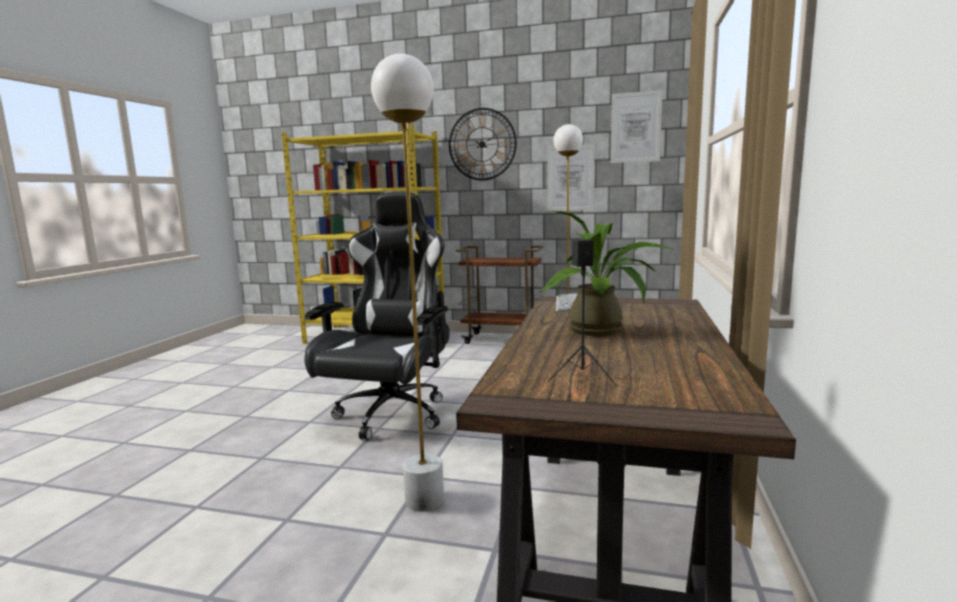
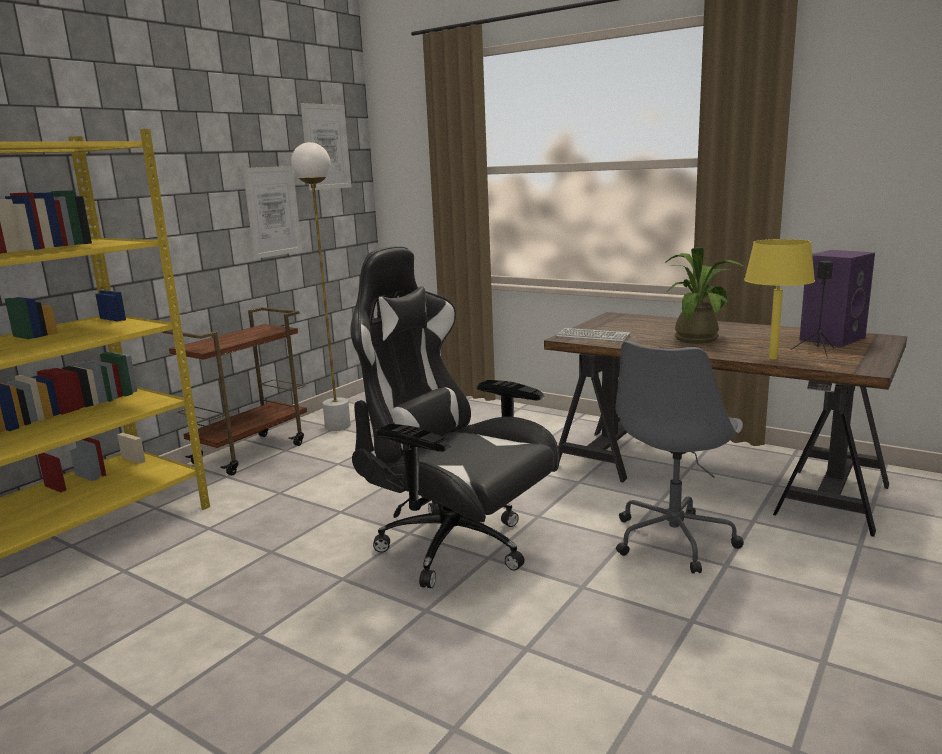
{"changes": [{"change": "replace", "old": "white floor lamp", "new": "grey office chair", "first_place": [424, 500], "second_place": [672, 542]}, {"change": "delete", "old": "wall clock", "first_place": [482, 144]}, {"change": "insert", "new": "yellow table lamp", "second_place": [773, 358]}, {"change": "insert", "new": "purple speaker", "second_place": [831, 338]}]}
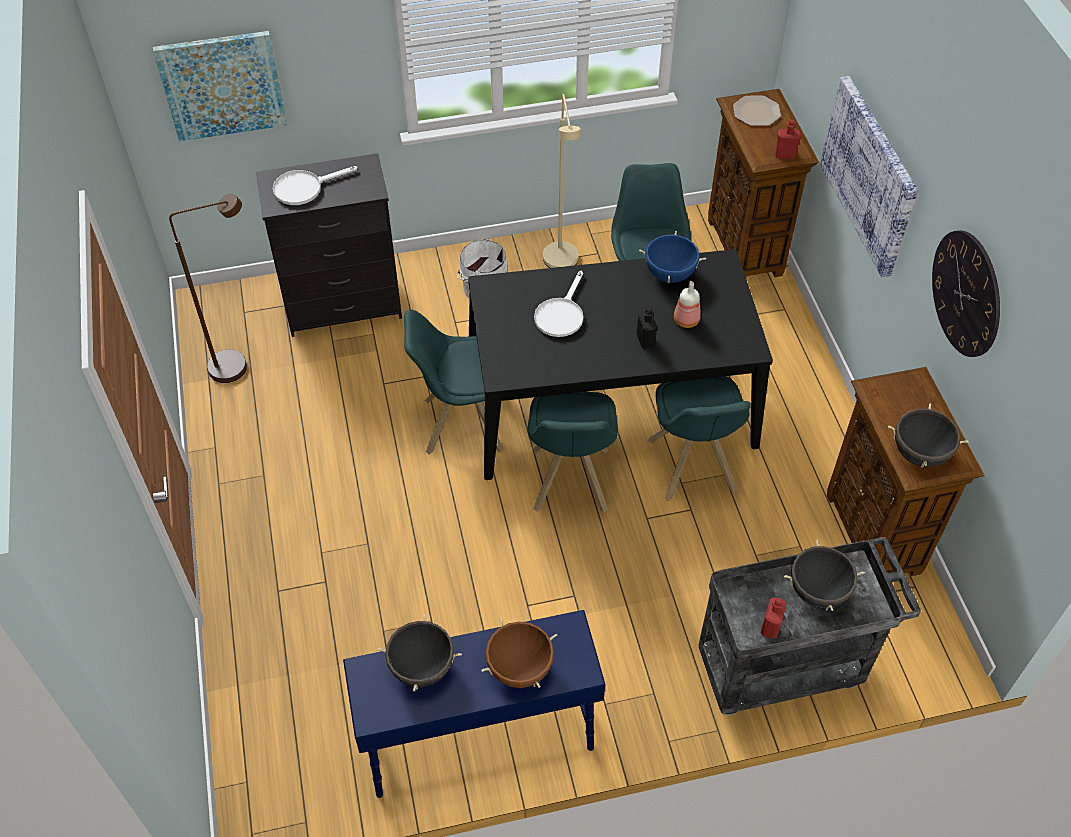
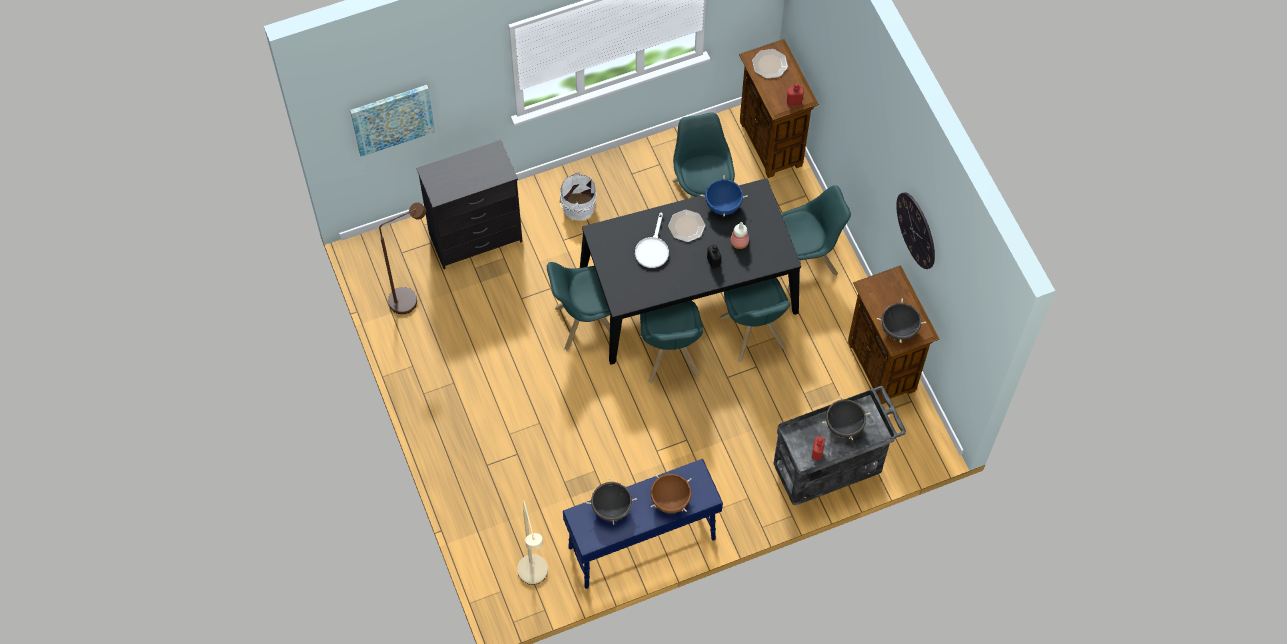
{"changes": [{"change": "delete", "old": "picture", "first_place": [871, 175]}, {"change": "move", "old": "beige floor lamp", "first_place": [562, 265], "second_place": [534, 578]}, {"change": "delete", "old": "white frying pan", "first_place": [304, 188]}, {"change": "insert", "new": "turquoise chair", "second_place": [804, 262]}, {"change": "insert", "new": "plate", "second_place": [686, 226]}]}
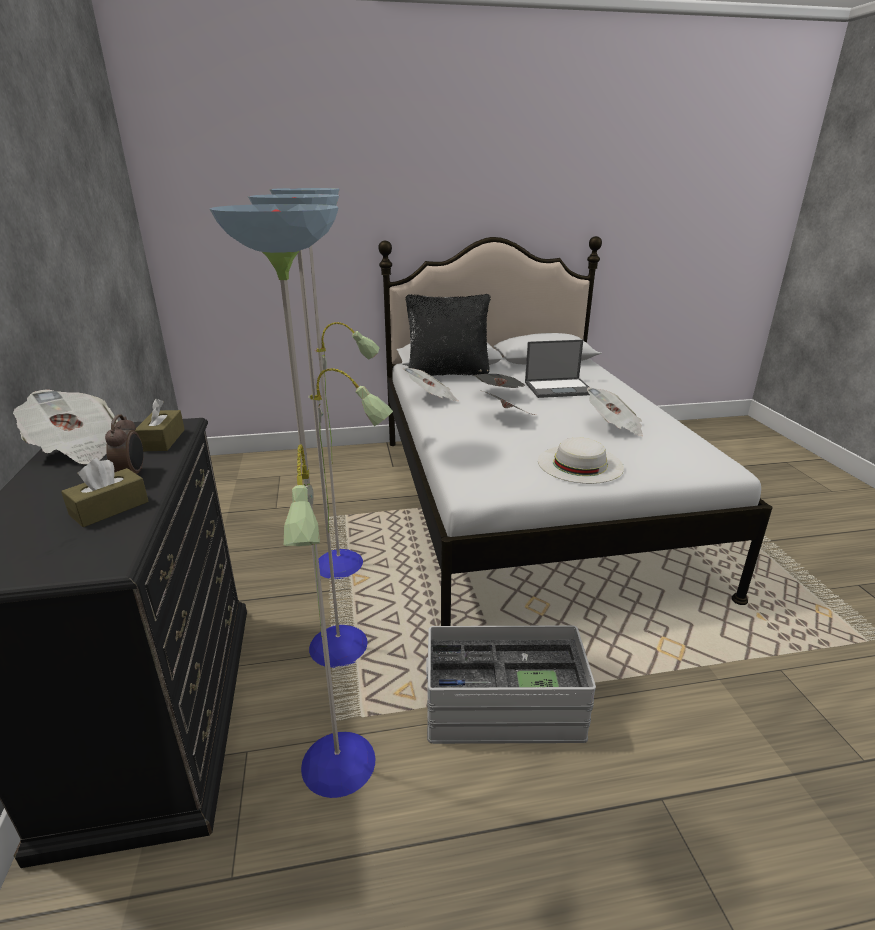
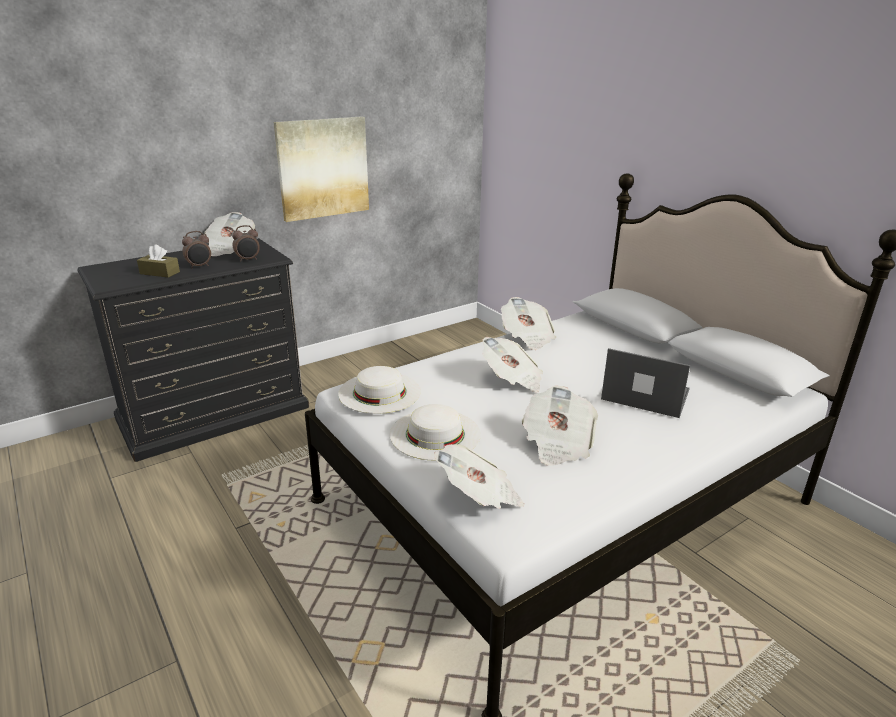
{"changes": [{"change": "delete", "old": "floor lamp", "first_place": [343, 645]}, {"change": "delete", "old": "black pillow", "first_place": [449, 375]}, {"change": "rotate", "old": "laptop", "first_place": [559, 388], "second_place": [644, 395], "degrees": 150}, {"change": "move", "old": "newspaper", "first_place": [499, 395], "second_place": [479, 496]}, {"change": "replace", "old": "brown tissue box", "new": "alarm clock", "first_place": [162, 440], "second_place": [248, 260]}, {"change": "delete", "old": "grey storage box", "first_place": [503, 708]}, {"change": "insert", "new": "picture", "second_place": [323, 168]}, {"change": "insert", "new": "white hat", "second_place": [379, 392]}]}
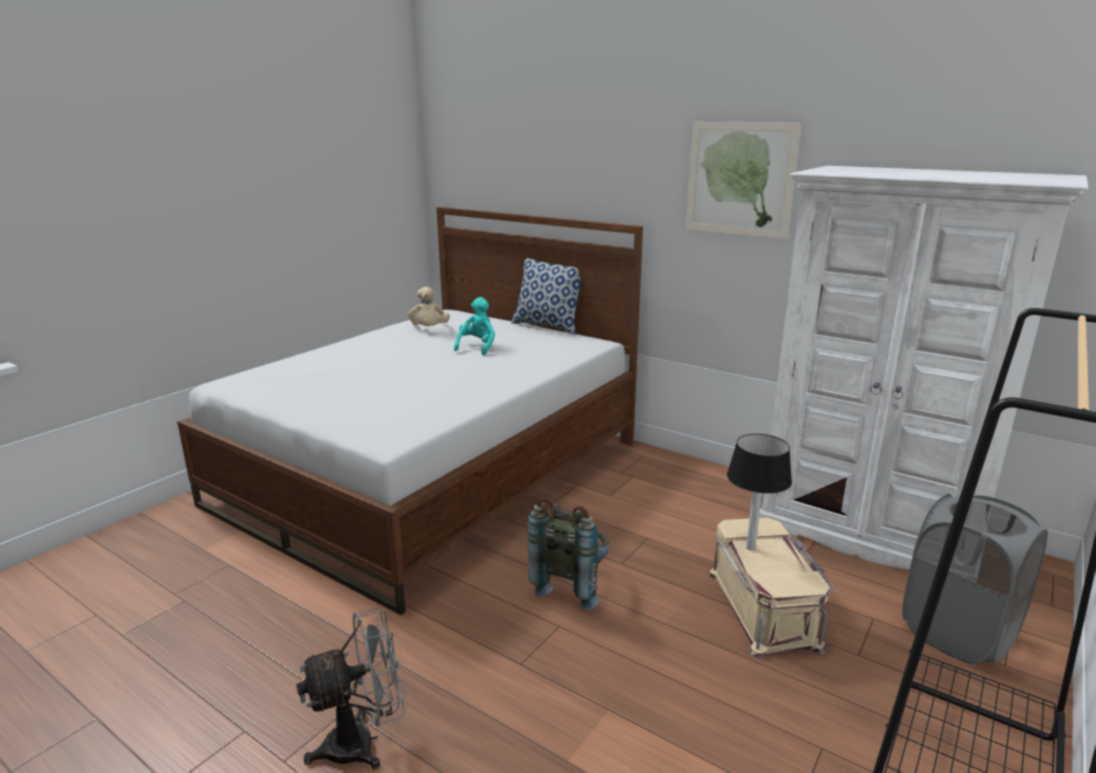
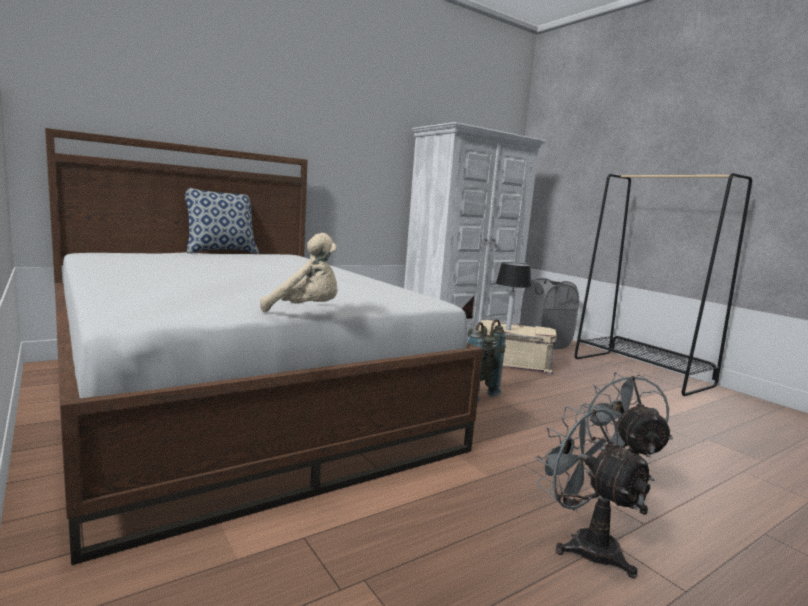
{"changes": [{"change": "delete", "old": "picture", "first_place": [740, 179]}, {"change": "move", "old": "beige plush toy", "first_place": [429, 329], "second_place": [306, 311]}, {"change": "delete", "old": "turquoise plush toy", "first_place": [477, 347]}, {"change": "insert", "new": "grey fan", "second_place": [583, 544]}]}
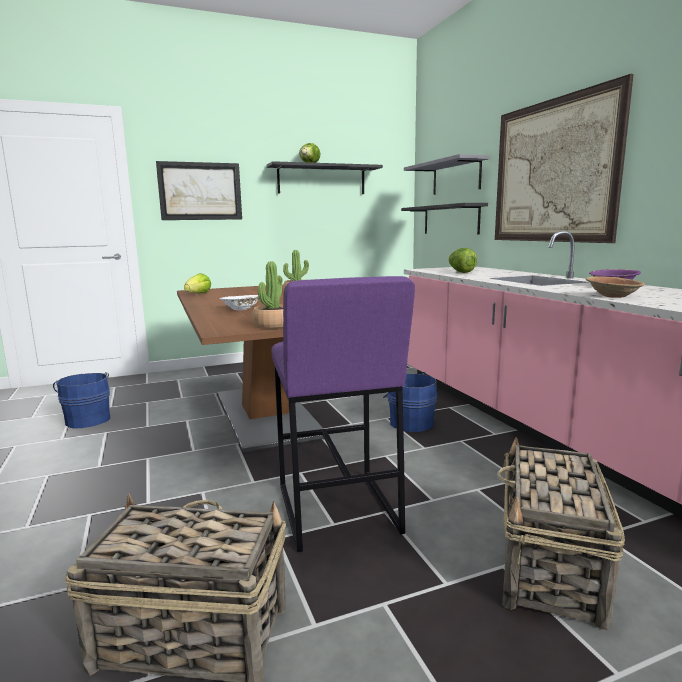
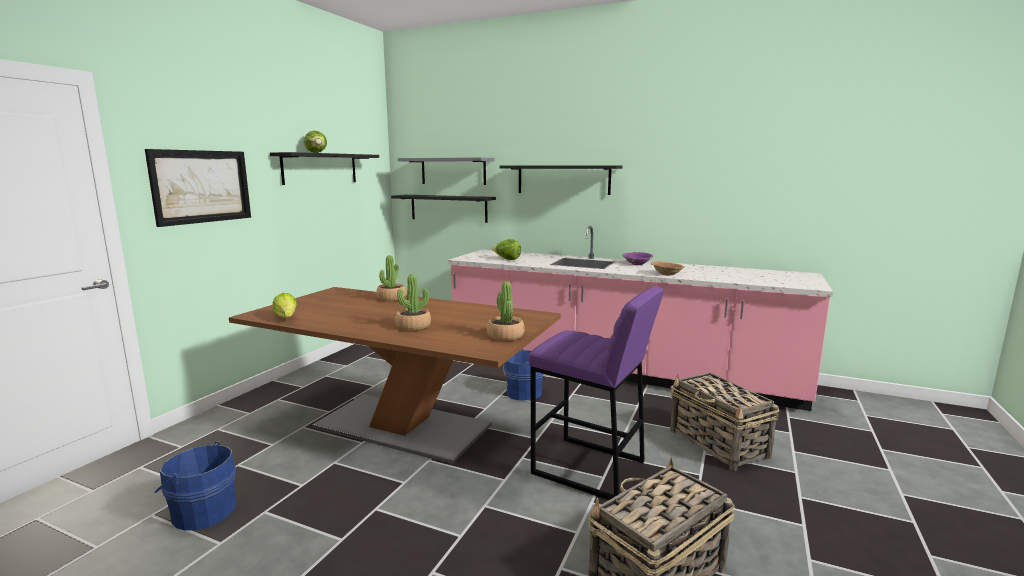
{"changes": [{"change": "replace", "old": "picture", "new": "black shelf", "first_place": [553, 171], "second_place": [563, 179]}, {"change": "replace", "old": "white bowl", "new": "potted plant", "first_place": [241, 309], "second_place": [413, 326]}]}
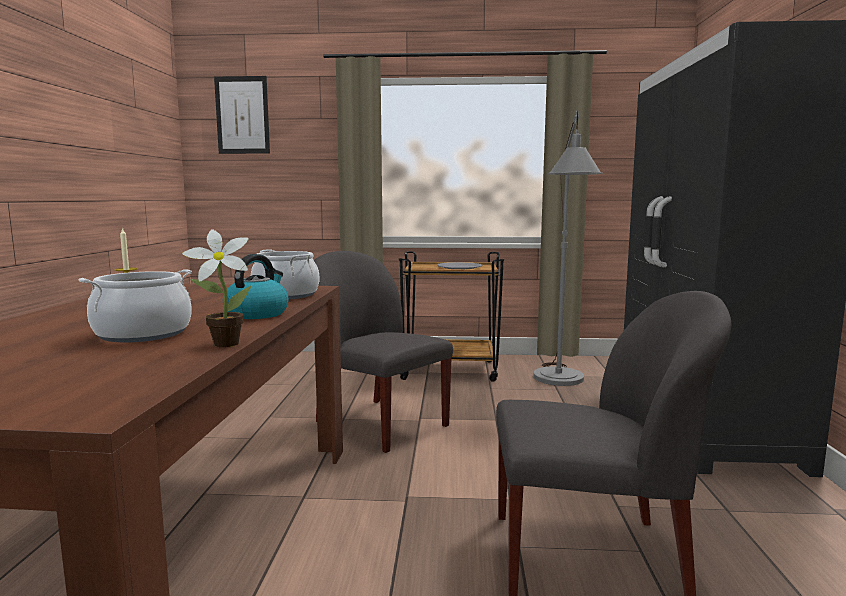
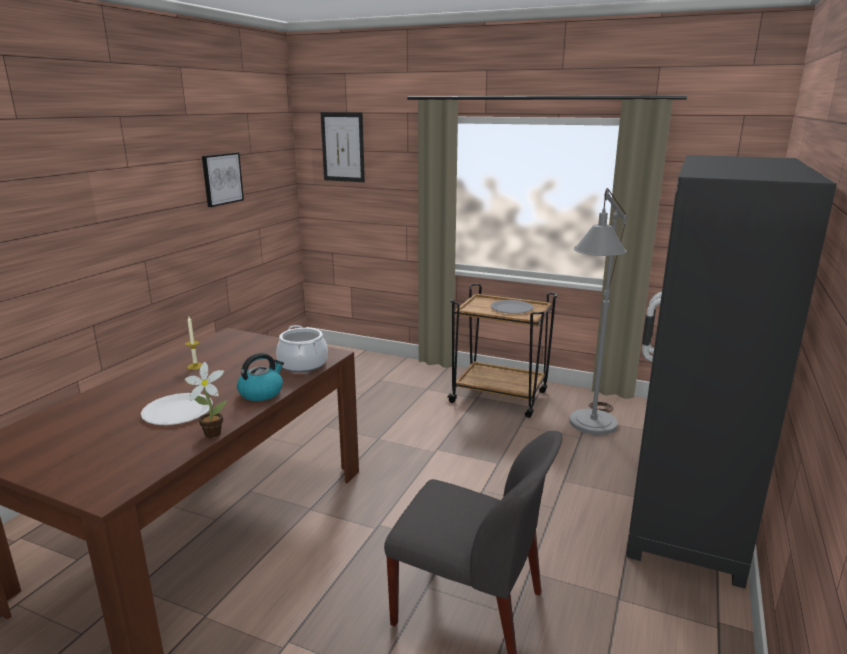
{"changes": [{"change": "delete", "old": "grey chair", "first_place": [379, 423]}, {"change": "replace", "old": "cooking pot", "new": "white plate", "first_place": [142, 334], "second_place": [178, 411]}, {"change": "insert", "new": "picture", "second_place": [222, 179]}]}
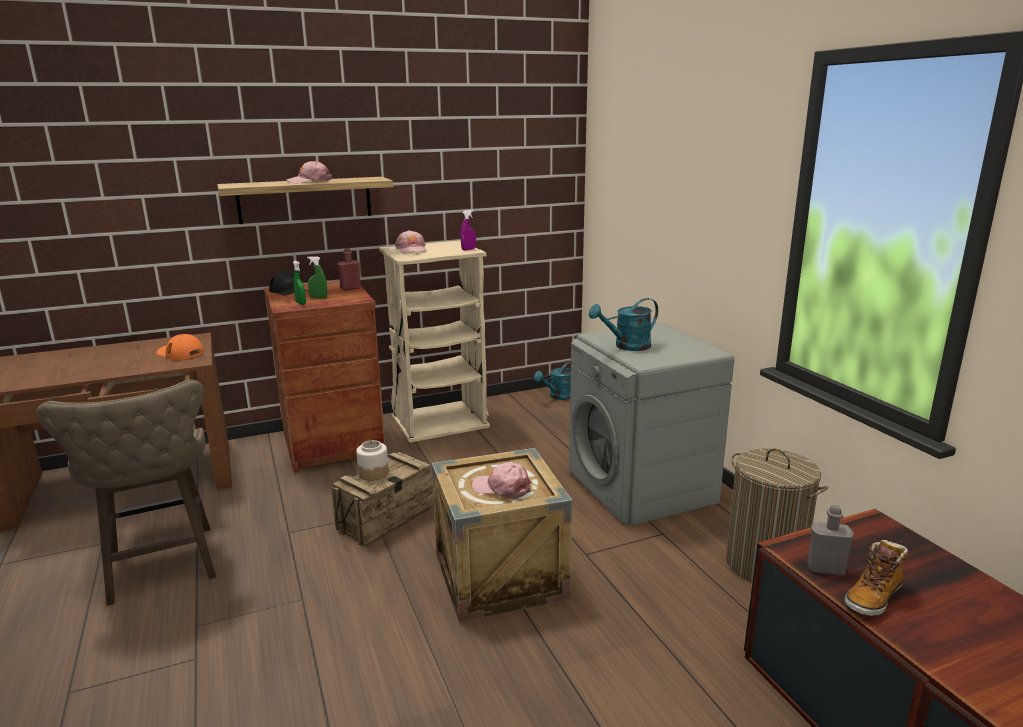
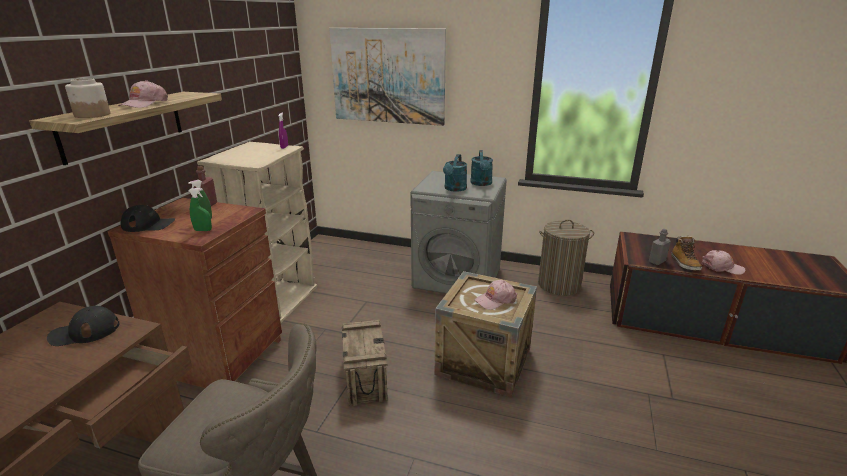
{"changes": [{"change": "move", "old": "pink cap", "first_place": [412, 250], "second_place": [722, 267]}, {"change": "recolor", "old": "orange cap", "new": "black cap", "first_place": [180, 353], "second_place": [84, 332]}, {"change": "move", "old": "turquoise watering can", "first_place": [558, 396], "second_place": [481, 184]}, {"change": "move", "old": "jar", "first_place": [373, 473], "second_place": [92, 115]}, {"change": "insert", "new": "picture", "second_place": [388, 76]}]}
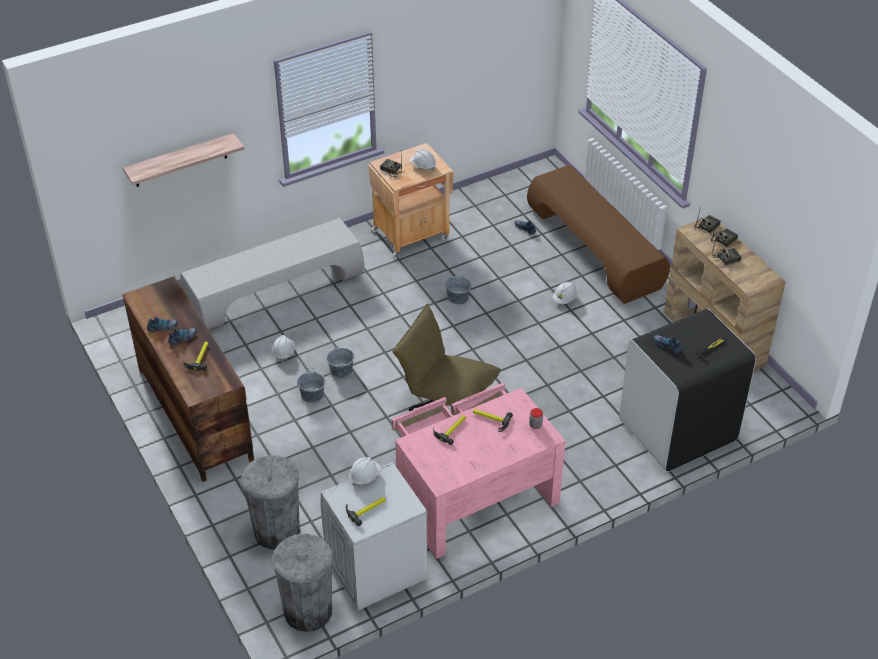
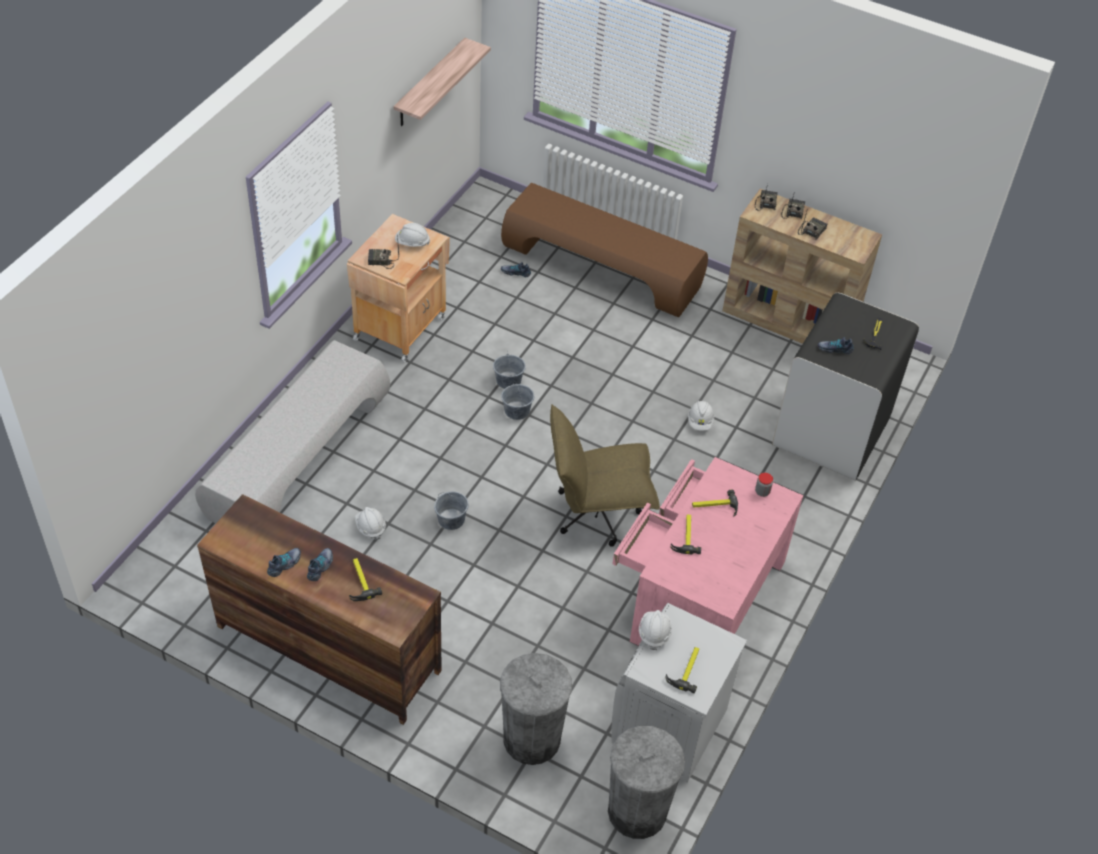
{"changes": [{"change": "move", "old": "shelf", "first_place": [180, 160], "second_place": [430, 83]}, {"change": "move", "old": "white hard hat", "first_place": [565, 299], "second_place": [700, 422]}, {"change": "move", "old": "grey bucket", "first_place": [312, 395], "second_place": [517, 411]}]}
